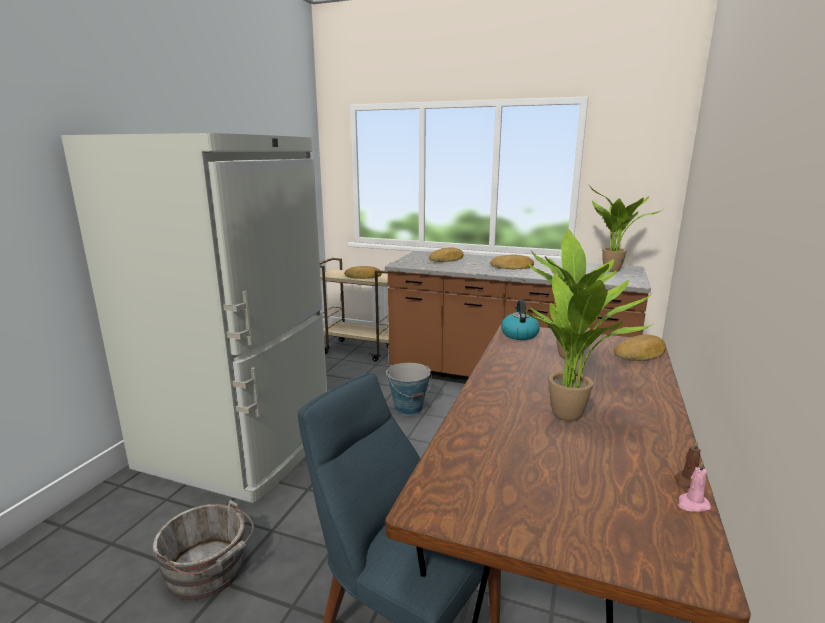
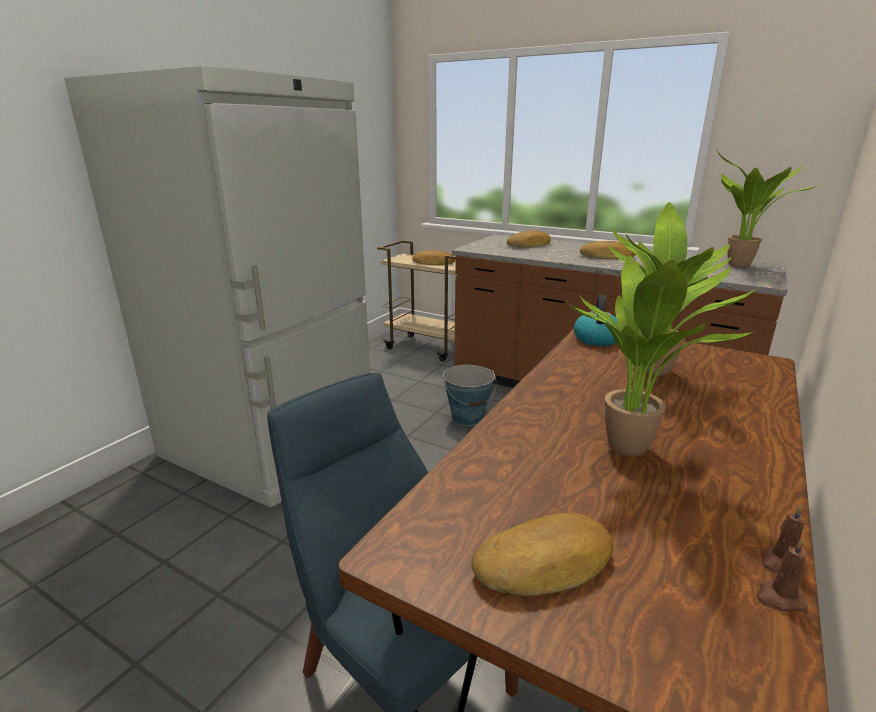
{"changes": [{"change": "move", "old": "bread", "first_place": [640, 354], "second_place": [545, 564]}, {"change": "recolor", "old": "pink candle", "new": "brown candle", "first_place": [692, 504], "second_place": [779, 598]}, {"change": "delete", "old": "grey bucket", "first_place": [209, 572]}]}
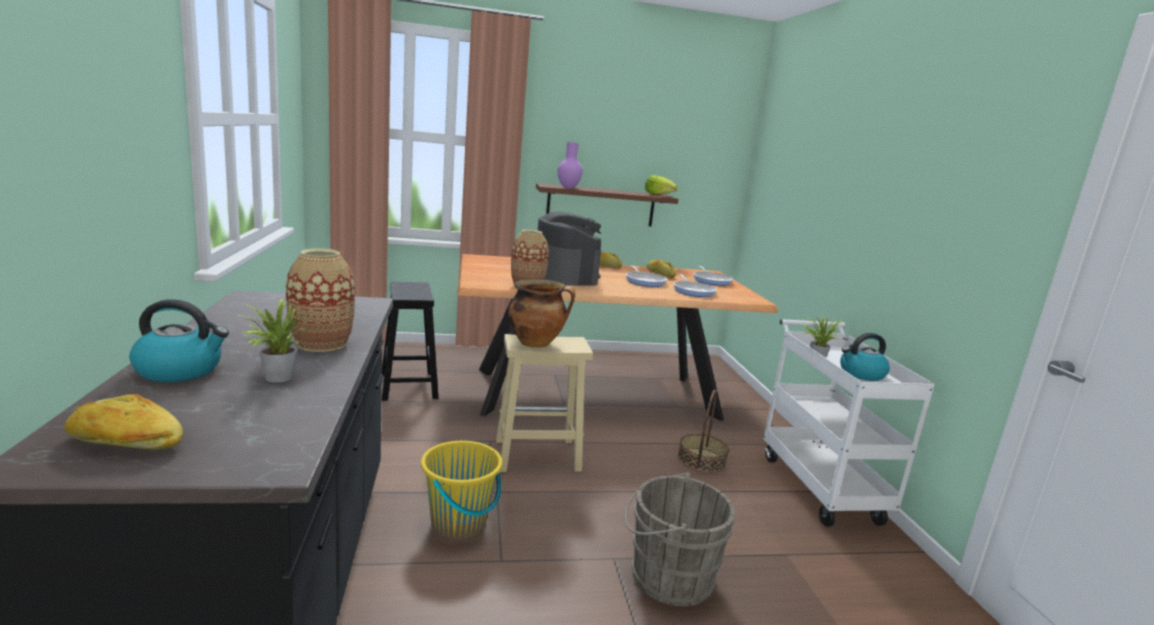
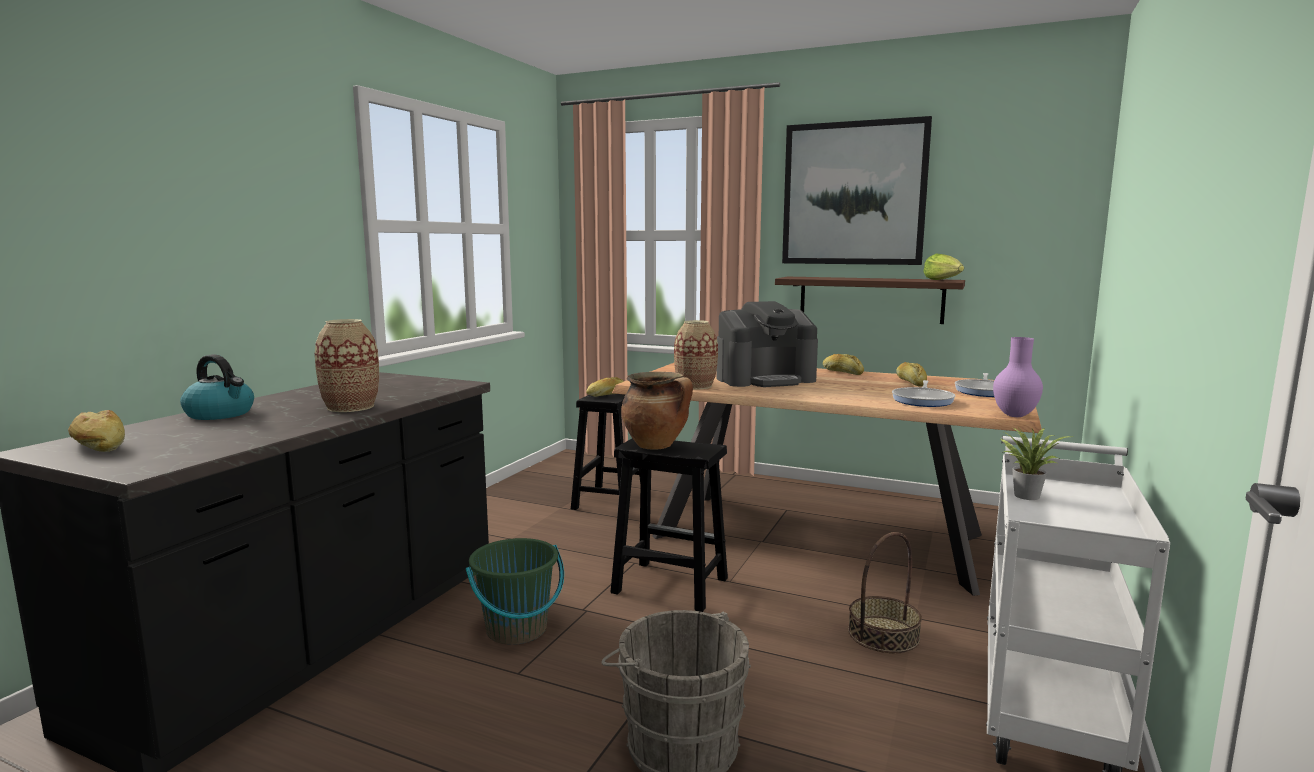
{"changes": [{"change": "move", "old": "purple vase", "first_place": [568, 188], "second_place": [1015, 416]}, {"change": "rotate", "old": "coffee machine", "first_place": [565, 275], "second_place": [765, 379], "degrees": 60}, {"change": "delete", "old": "frying pan", "first_place": [644, 281]}, {"change": "delete", "old": "potted plant", "first_place": [275, 377]}, {"change": "delete", "old": "kettle", "first_place": [861, 374]}, {"change": "recolor", "old": "beige stool", "new": "black stool", "first_place": [535, 455], "second_place": [668, 585]}, {"change": "recolor", "old": "yellow bucket", "new": "green bucket", "first_place": [459, 524], "second_place": [517, 630]}, {"change": "insert", "new": "picture", "second_place": [853, 194]}, {"change": "insert", "new": "bread", "second_place": [607, 395]}]}
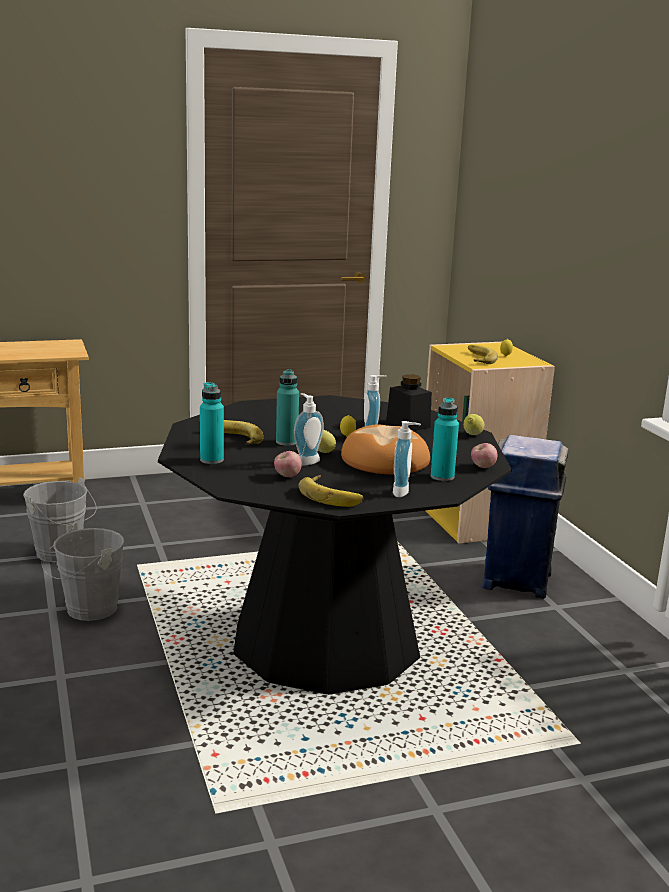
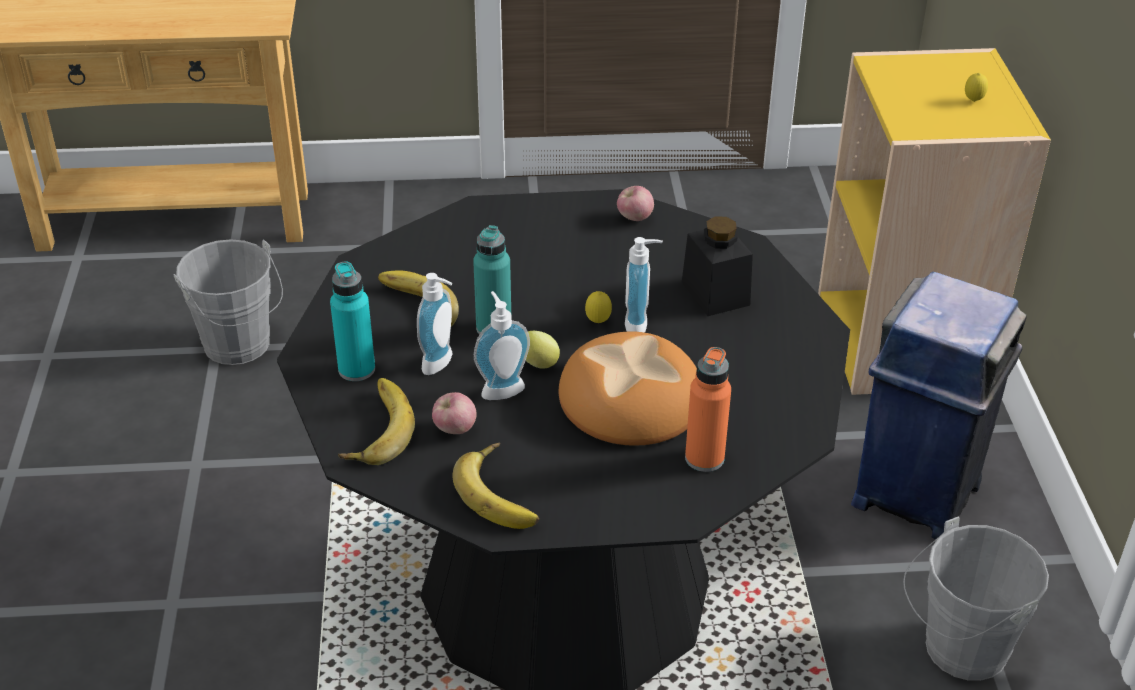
{"changes": [{"change": "move", "old": "banana", "first_place": [477, 358], "second_place": [374, 428]}, {"change": "recolor", "old": "turquoise bottle", "new": "orange bottle", "first_place": [442, 477], "second_place": [704, 458]}, {"change": "delete", "old": "lemon", "first_place": [472, 435]}, {"change": "move", "old": "soap dispenser", "first_place": [404, 492], "second_place": [441, 364]}, {"change": "move", "old": "apple", "first_place": [482, 467], "second_place": [634, 218]}, {"change": "move", "old": "grey bucket", "first_place": [86, 610], "second_place": [958, 651]}]}
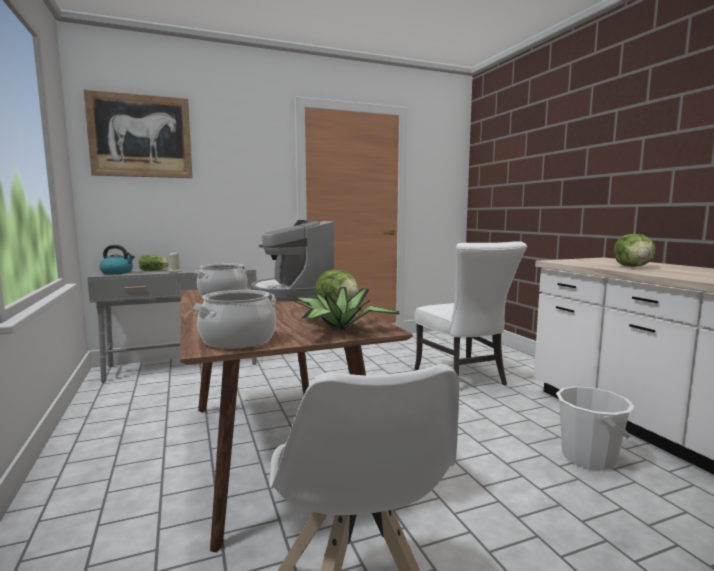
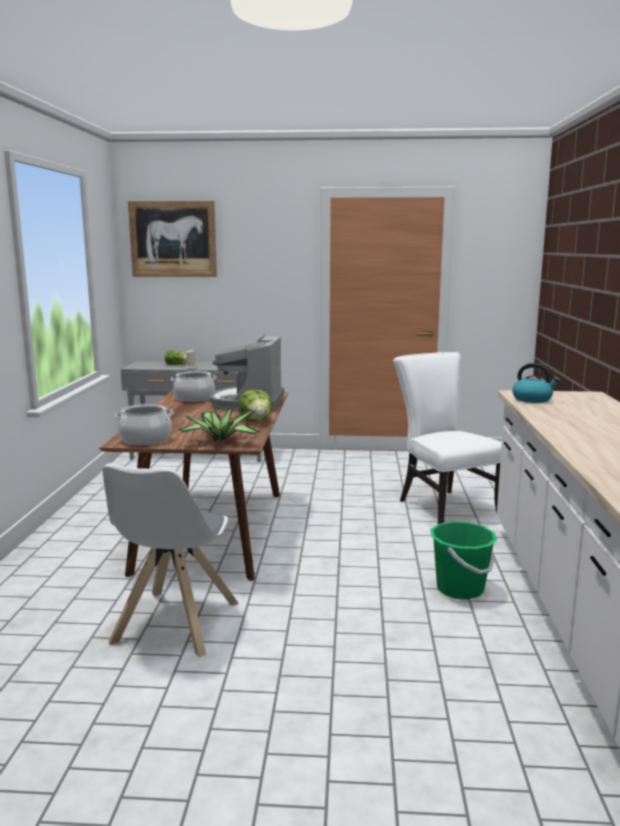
{"changes": [{"change": "delete", "old": "lettuce", "first_place": [633, 267]}, {"change": "rotate", "old": "white chair", "first_place": [463, 378], "second_place": [443, 506], "degrees": 150}, {"change": "move", "old": "kettle", "first_place": [117, 272], "second_place": [533, 399]}, {"change": "recolor", "old": "white bucket", "new": "green bucket", "first_place": [589, 458], "second_place": [460, 589]}]}
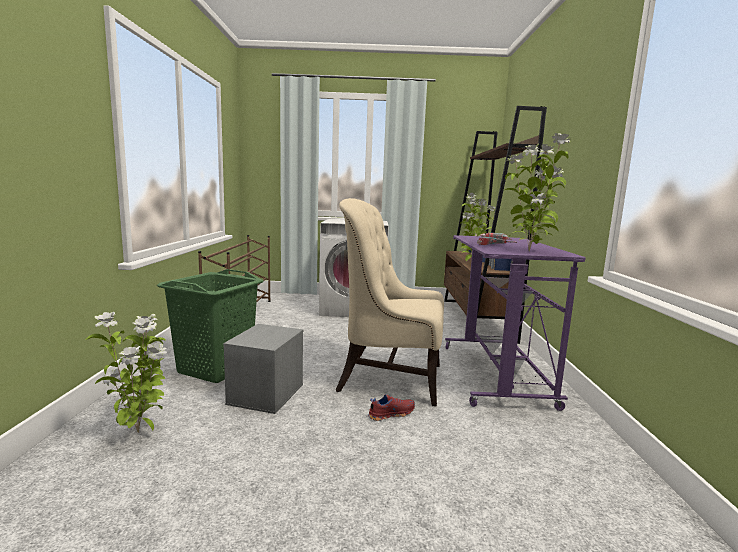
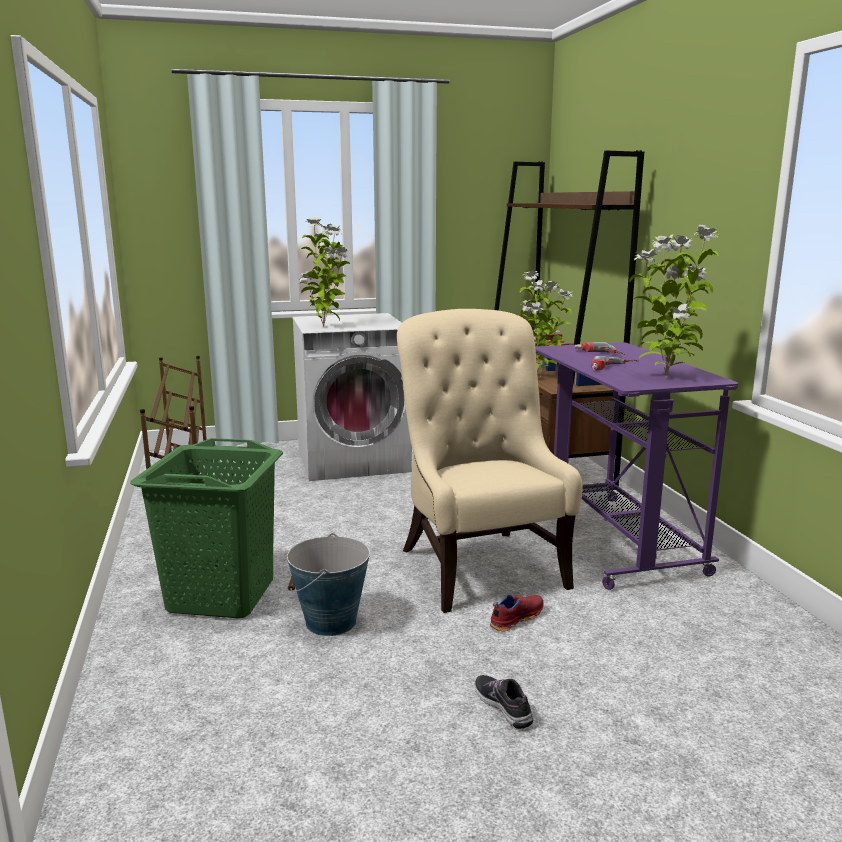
{"changes": [{"change": "rotate", "old": "beige chair", "first_place": [389, 377], "second_place": [480, 567], "degrees": 75}, {"change": "move", "old": "potted plant", "first_place": [140, 433], "second_place": [325, 326]}, {"change": "replace", "old": "grey storage box", "new": "bucket", "first_place": [266, 394], "second_place": [331, 622]}, {"change": "insert", "new": "shoe", "second_place": [503, 706]}]}
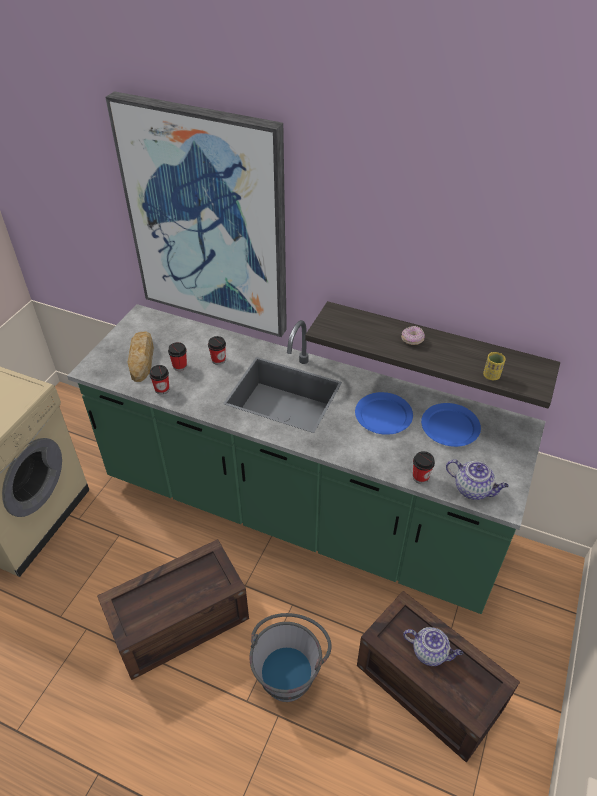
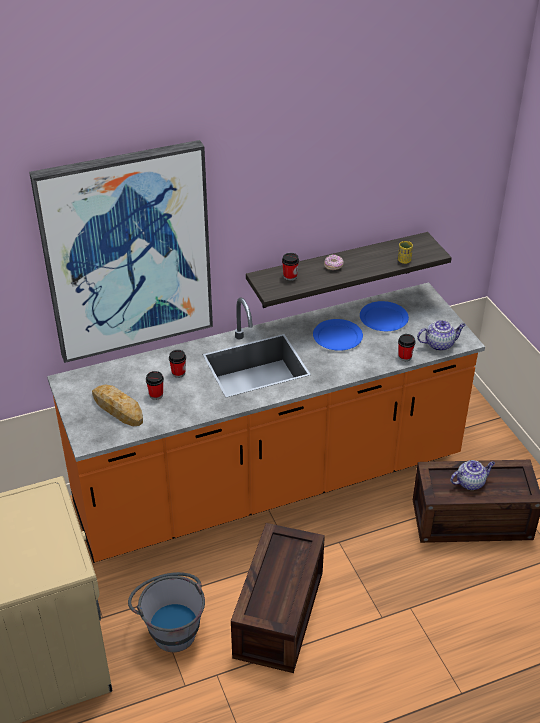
{"changes": [{"change": "recolor", "old": "green counter", "new": "orange counter", "first_place": [298, 513], "second_place": [270, 484]}, {"change": "move", "old": "cup", "first_place": [162, 389], "second_place": [290, 276]}, {"change": "move", "old": "grey bucket", "first_place": [289, 670], "second_place": [170, 627]}]}
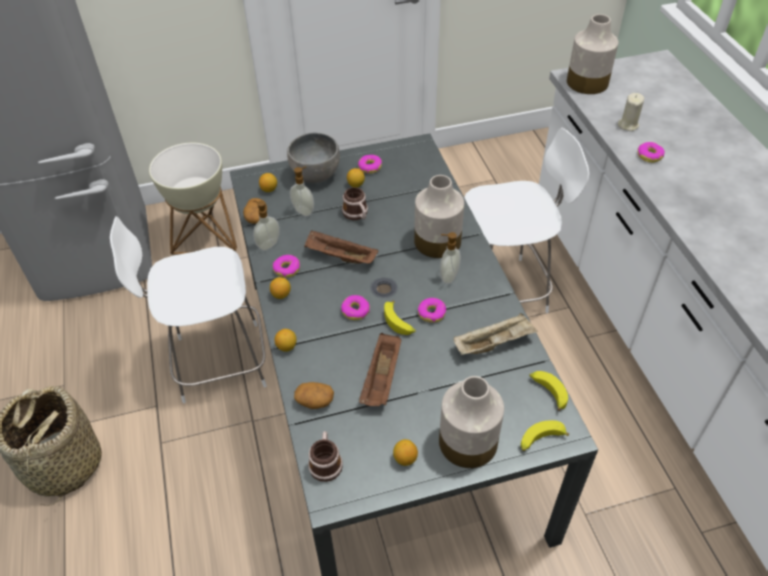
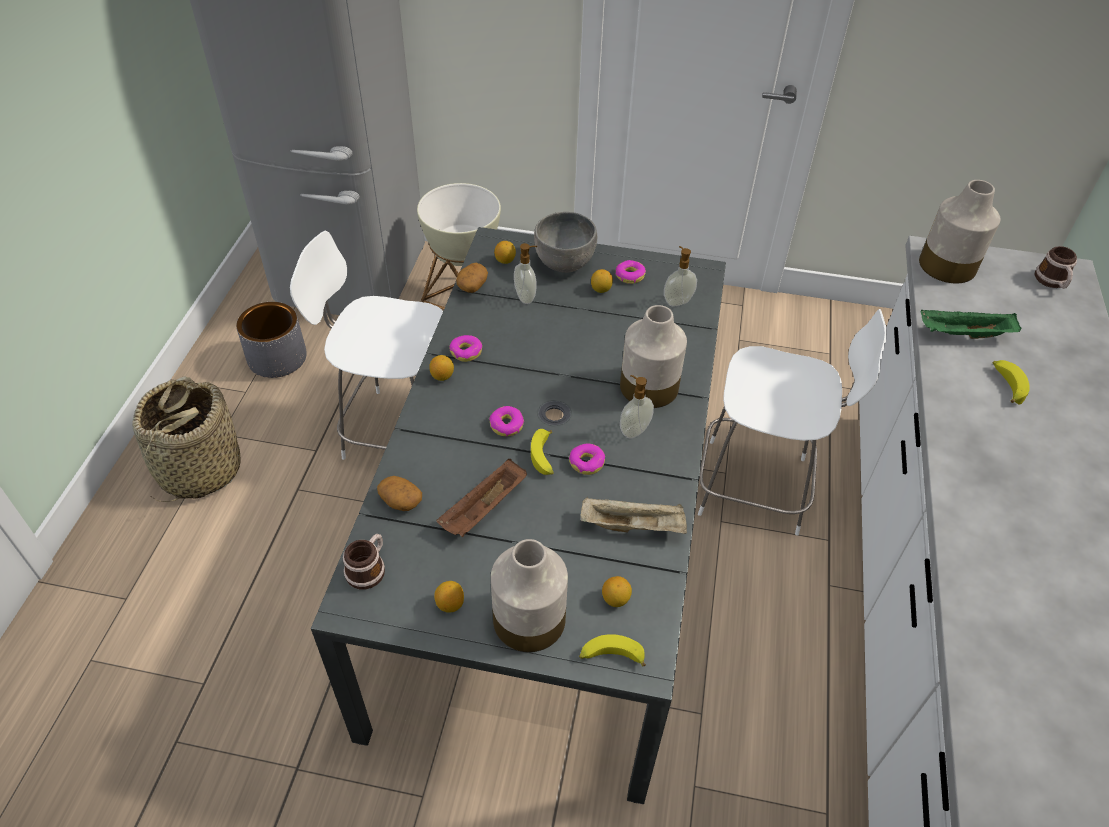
{"changes": [{"change": "replace", "old": "beige candle", "new": "green tray", "first_place": [628, 125], "second_place": [963, 335]}, {"change": "delete", "old": "donut", "first_place": [649, 156]}, {"change": "move", "old": "mug", "first_place": [357, 214], "second_place": [1052, 282]}, {"change": "move", "old": "soap dispenser", "first_place": [268, 244], "second_place": [677, 301]}, {"change": "delete", "old": "brown tray", "first_place": [340, 257]}, {"change": "move", "old": "lemon", "first_place": [287, 347], "second_place": [615, 599]}, {"change": "move", "old": "banana", "first_place": [547, 392], "second_place": [1006, 385]}, {"change": "insert", "new": "grey planter", "second_place": [277, 358]}]}
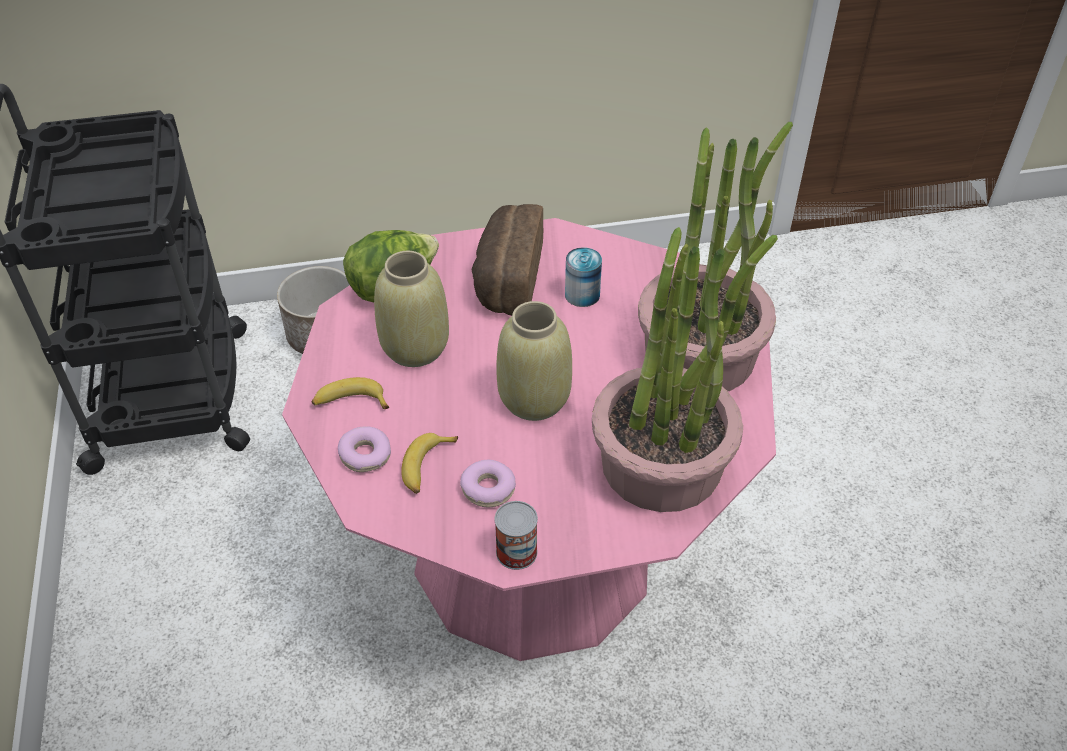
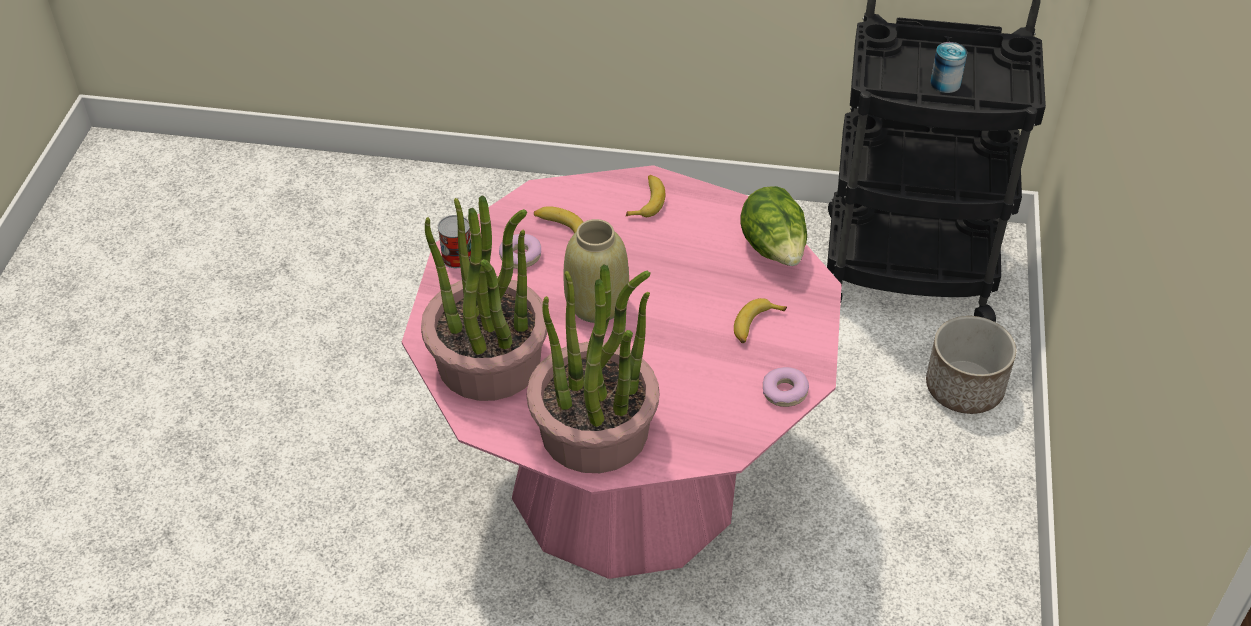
{"changes": [{"change": "replace", "old": "bread", "new": "banana", "first_place": [506, 278], "second_place": [755, 326]}, {"change": "move", "old": "can", "first_place": [582, 294], "second_place": [945, 83]}, {"change": "delete", "old": "beige vase", "first_place": [415, 348]}, {"change": "move", "old": "donut", "first_place": [365, 455], "second_place": [784, 392]}]}
